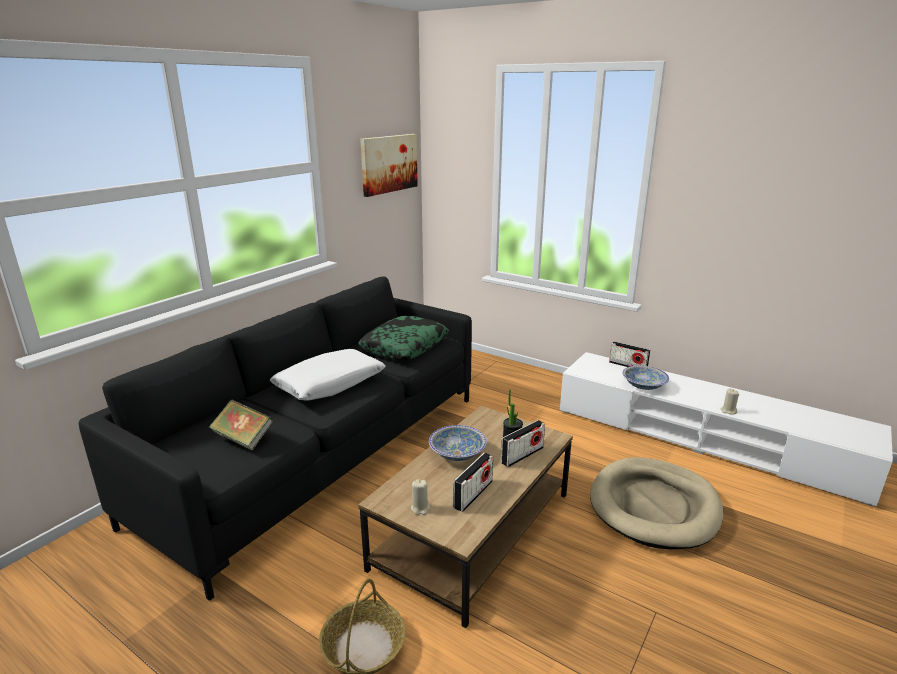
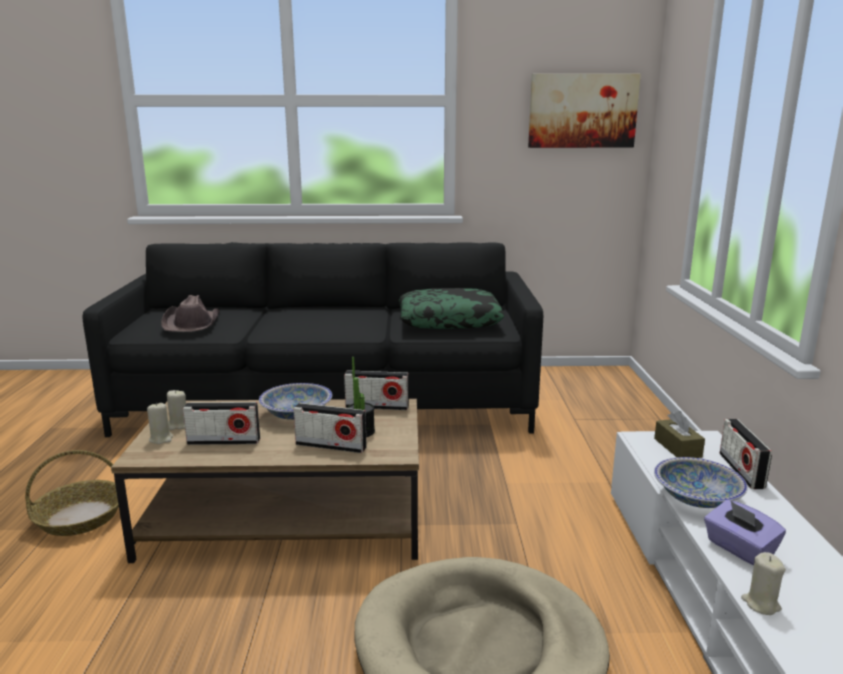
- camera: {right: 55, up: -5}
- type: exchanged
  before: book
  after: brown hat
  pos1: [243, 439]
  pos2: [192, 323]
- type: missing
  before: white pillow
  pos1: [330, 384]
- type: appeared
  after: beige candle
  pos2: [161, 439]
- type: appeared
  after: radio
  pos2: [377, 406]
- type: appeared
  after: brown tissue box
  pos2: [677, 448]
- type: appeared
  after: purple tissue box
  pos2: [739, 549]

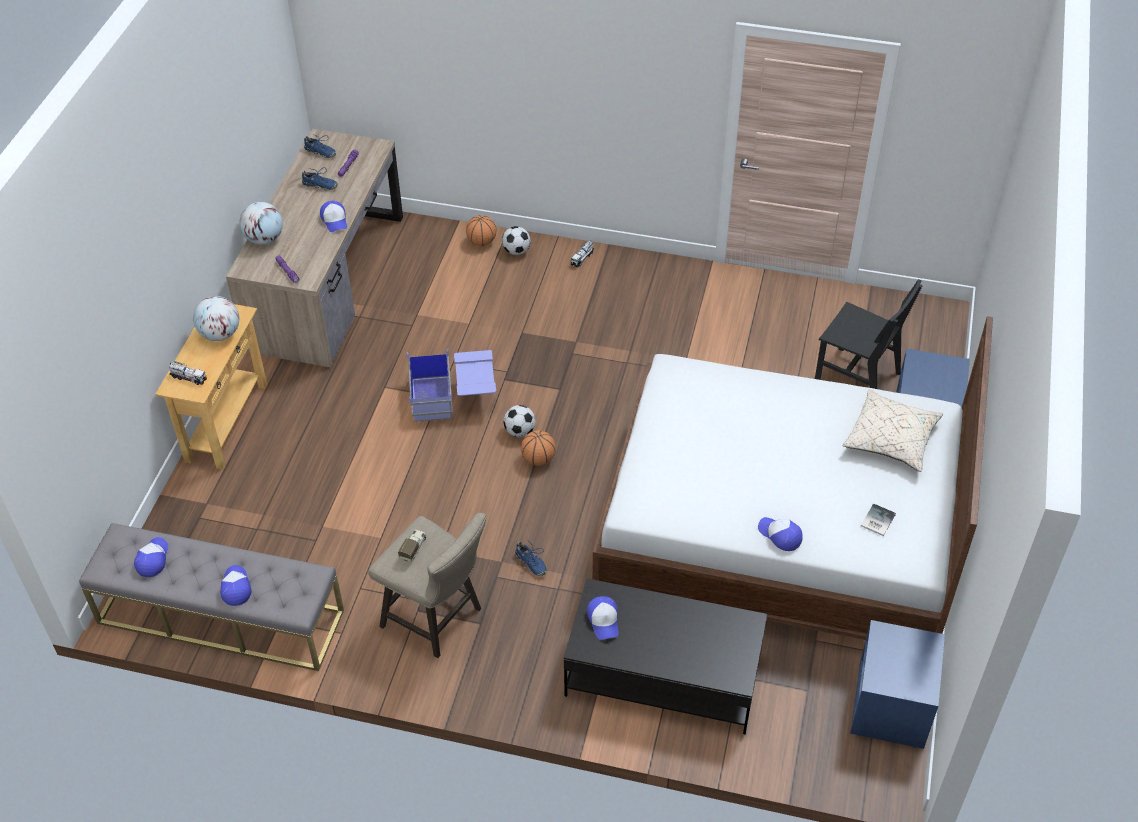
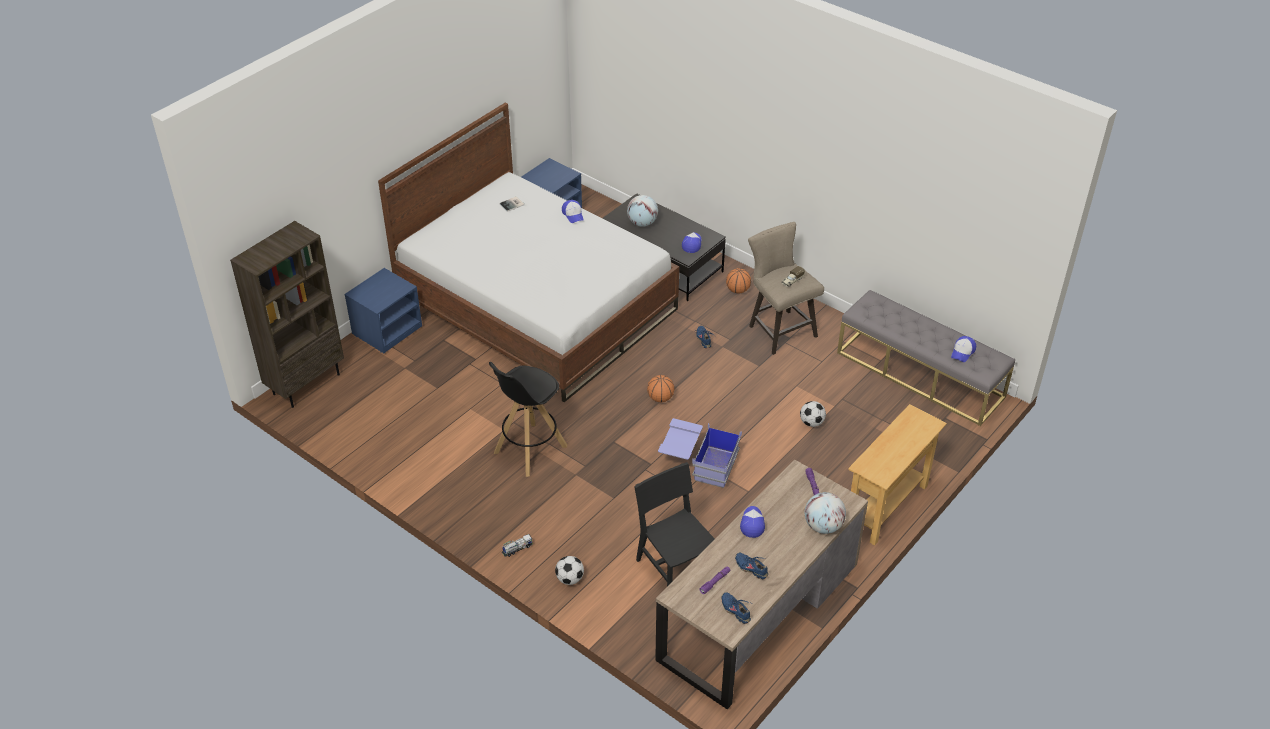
- camera: {right: -155, up: -5}
- type: missing
  before: toy truck
  pos1: [188, 378]
- type: relocated
  before: globe
  pos1: [220, 334]
  pos2: [642, 223]
- type: missing
  before: cap
  pos1: [235, 587]
- type: relocated
  before: basketball
  pos1: [481, 242]
  pos2: [738, 290]
- type: relocated
  before: football
  pos1: [519, 431]
  pos2: [811, 423]
- type: relocated
  before: black chair
  pos1: [857, 378]
  pos2: [675, 569]
- type: missing
  before: beige pillow
  pos1: [891, 438]
- type: appeared
  after: brown bookcase
  pos2: [306, 383]
- type: appeared
  after: black stool
  pos2: [529, 450]

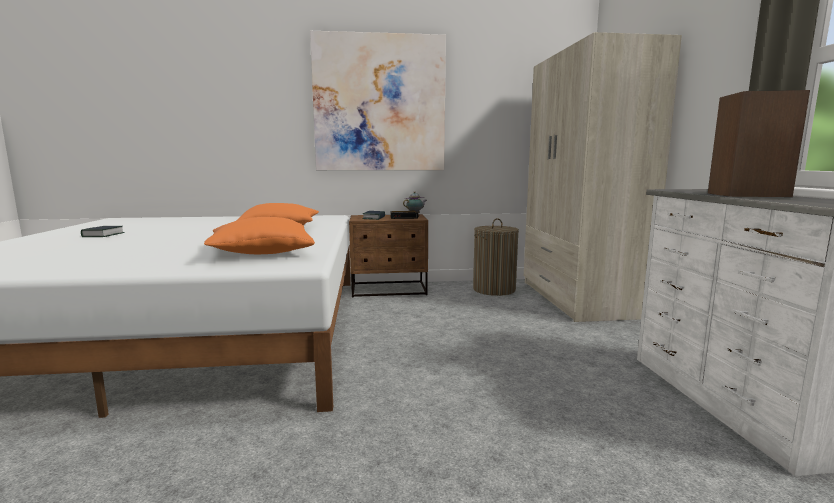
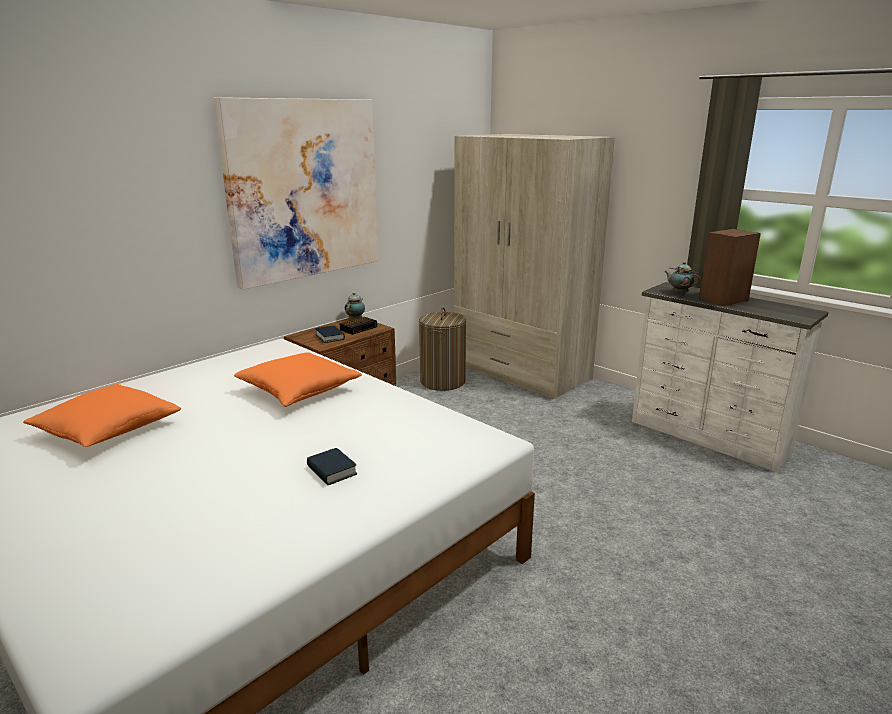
- camera: {right: -40, up: 10}
- type: relocated
  before: book
  pos1: [103, 235]
  pos2: [332, 471]
- type: relocated
  before: orange pillow
  pos1: [261, 252]
  pos2: [107, 431]
- type: appeared
  after: teapot
  pos2: [679, 293]

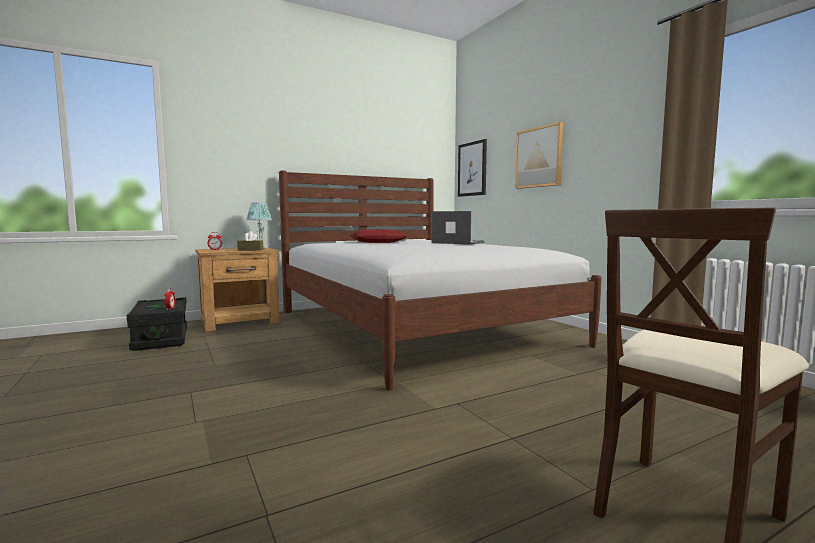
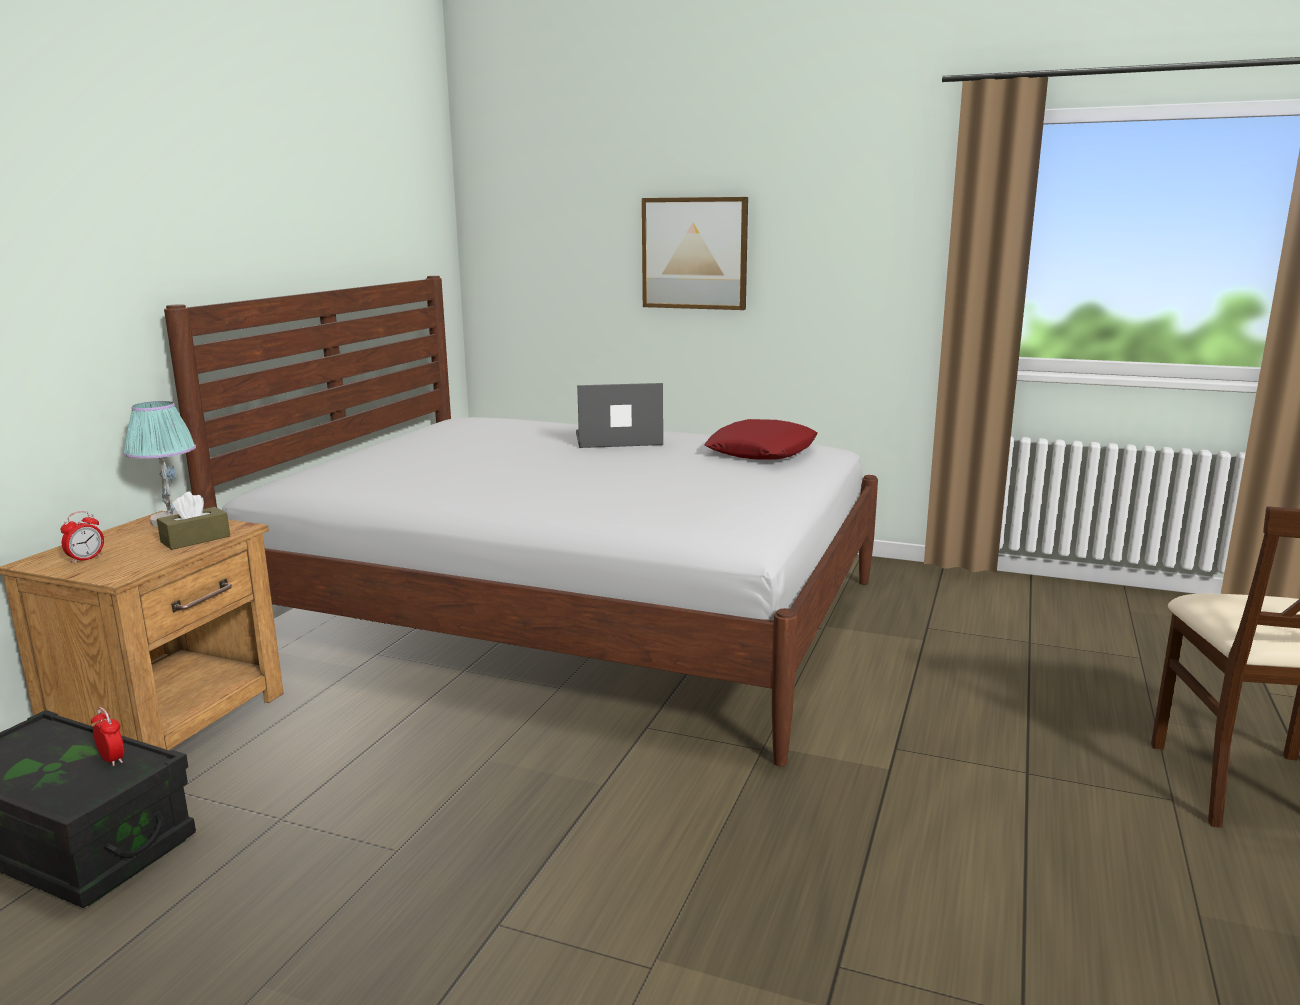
- camera: {right: -40, up: 10}
- type: relocated
  before: red pillow
  pos1: [378, 242]
  pos2: [761, 451]
- type: missing
  before: picture
  pos1: [472, 169]

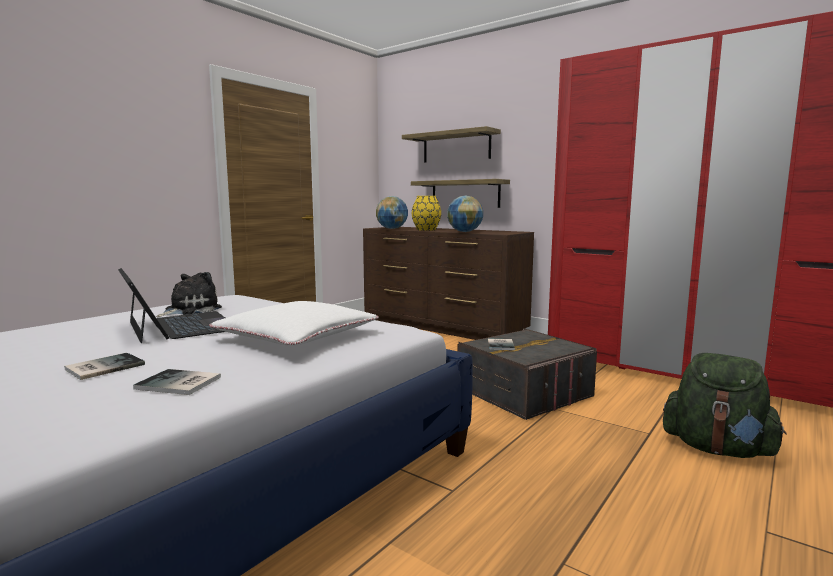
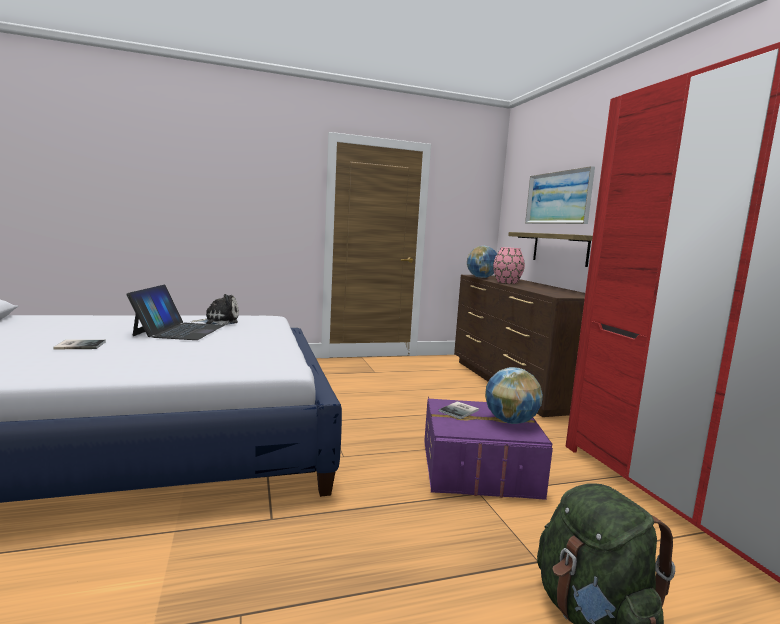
- camera: {right: 35, up: 0}
- type: missing
  before: book
  pos1: [178, 384]
- type: missing
  before: white pillow
  pos1: [297, 336]
- type: exchanged
  before: shelf
  after: picture
  pos1: [456, 147]
  pos2: [558, 198]
- type: colour
  before: yellow vase
  after: pink vase
  pos1: [426, 230]
  pos2: [506, 282]
- type: relocated
  before: globe
  pos1: [464, 232]
  pos2: [510, 421]
- type: colour
  before: grey storage box
  after: purple storage box
  pos1: [523, 392]
  pos2: [478, 468]

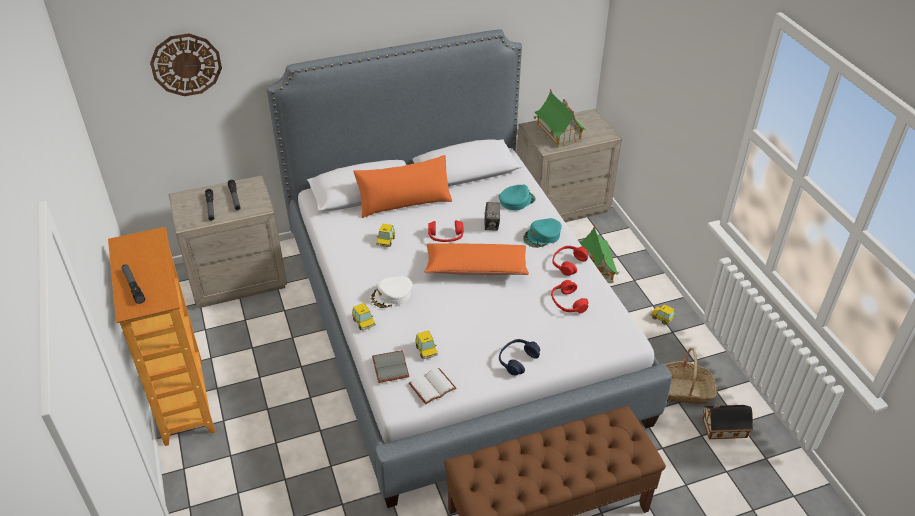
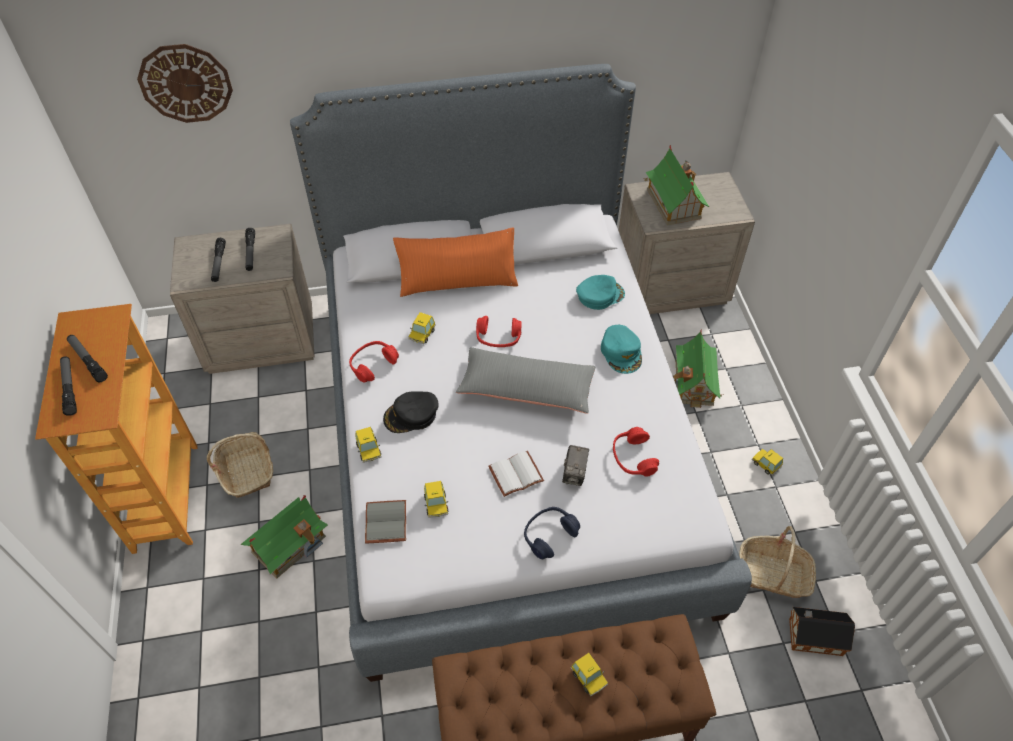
- camera: {right: 10, up: 10}
- type: colour
  before: white cap
  after: black cap
  pos1: [391, 295]
  pos2: [411, 415]
- type: relocated
  before: white book
  pos1: [432, 388]
  pos2: [515, 475]
- type: colour
  before: orange pillow
  after: grey pillow
  pos1: [476, 268]
  pos2: [526, 389]
- type: relocated
  before: photo camera
  pos1: [491, 225]
  pos2: [574, 474]
- type: spun
  before: turquoise cap
  pos1: [542, 236]
  pos2: [621, 352]
  turn: -75
- type: relocated
  before: red headphones
  pos1: [568, 264]
  pos2: [373, 365]
- type: appeared
  after: flashlight
  pos2: [88, 361]
- type: appeared
  after: basket
  pos2: [247, 471]
- type: appeared
  after: toy house
  pos2: [289, 543]
- type: appeared
  after: toy car
  pos2: [589, 677]

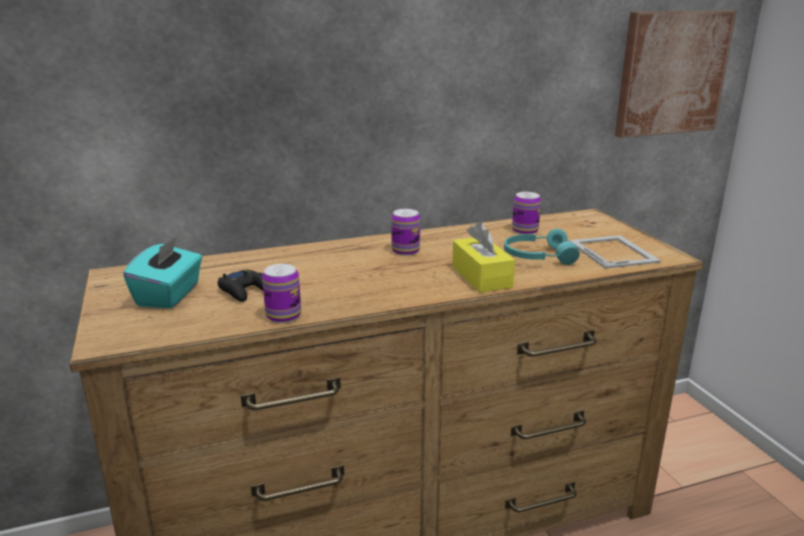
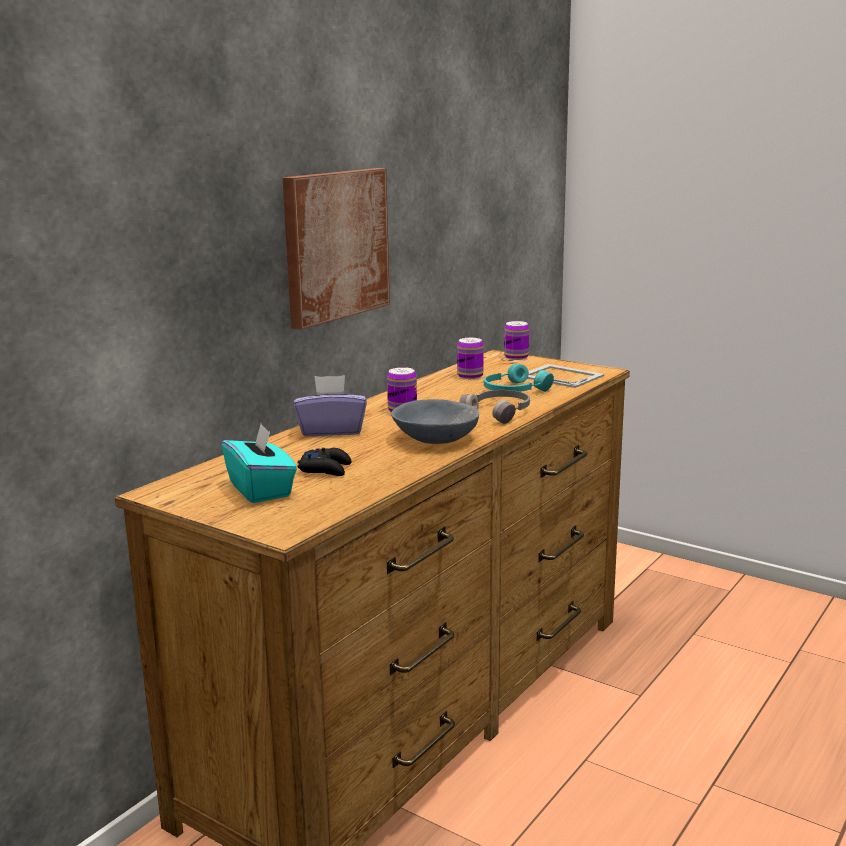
- camera: {right: -35, up: -5}
- type: relocated
  before: can
  pos1: [283, 316]
  pos2: [516, 357]
- type: exchanged
  before: yellow tissue box
  after: grey headphones
  pos1: [481, 277]
  pos2: [499, 413]
- type: relocated
  before: picture
  pos1: [671, 73]
  pos2: [335, 245]
- type: appeared
  after: purple tissue box
  pos2: [331, 430]
- type: appeared
  after: grey bowl
  pos2: [434, 439]

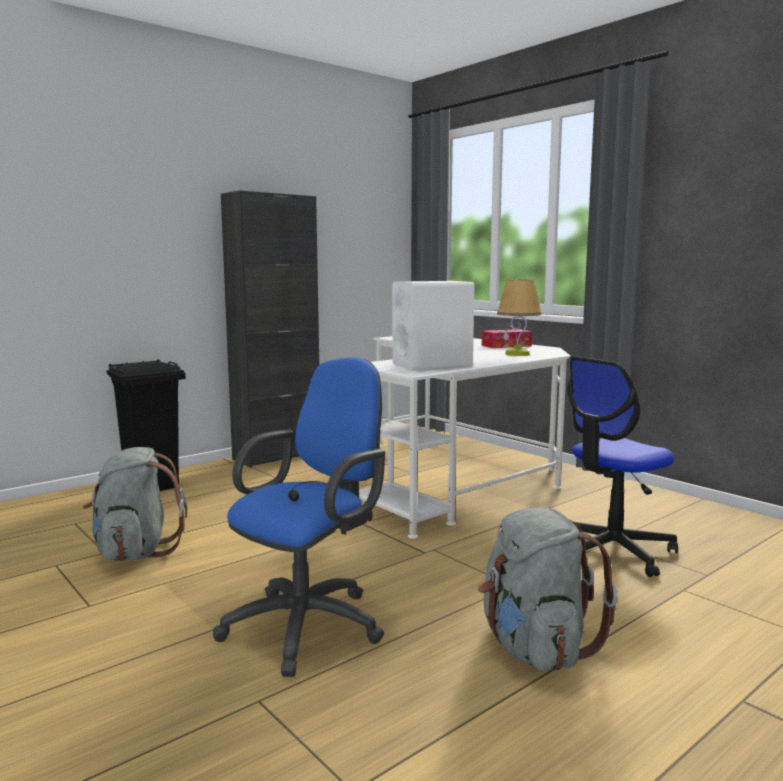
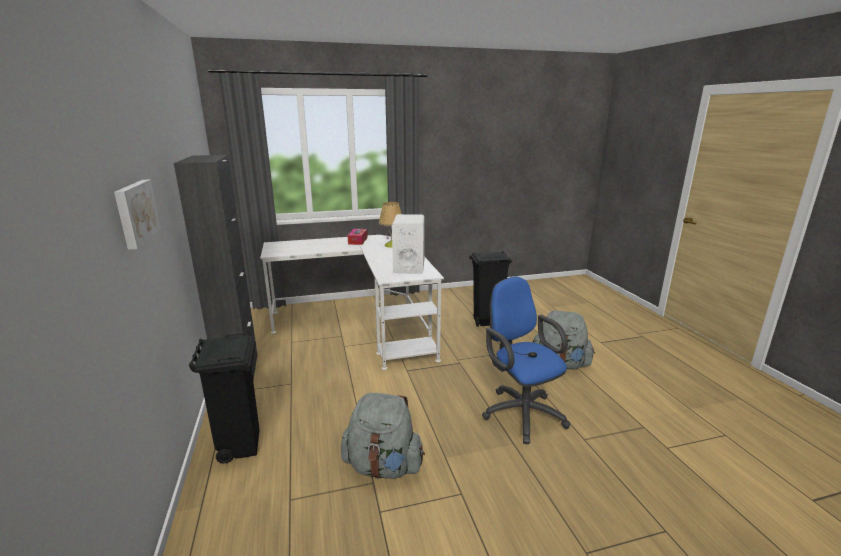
- camera: {right: -65, up: 10}
- type: exchanged
  before: office chair
  after: black trash can
  pos1: [611, 550]
  pos2: [486, 322]
- type: appeared
  after: picture
  pos2: [135, 212]

